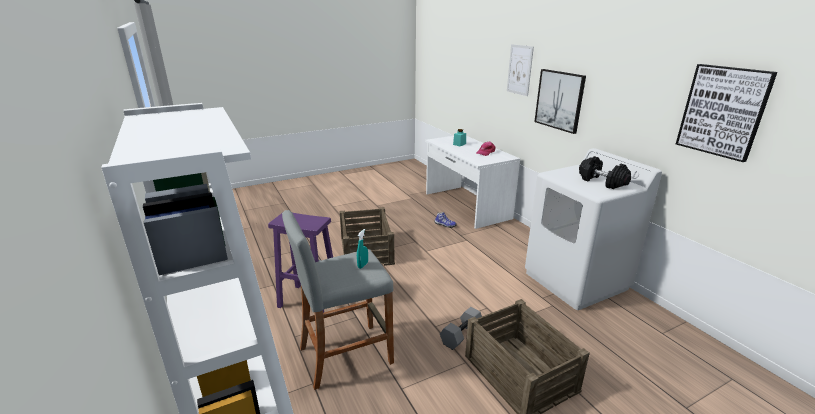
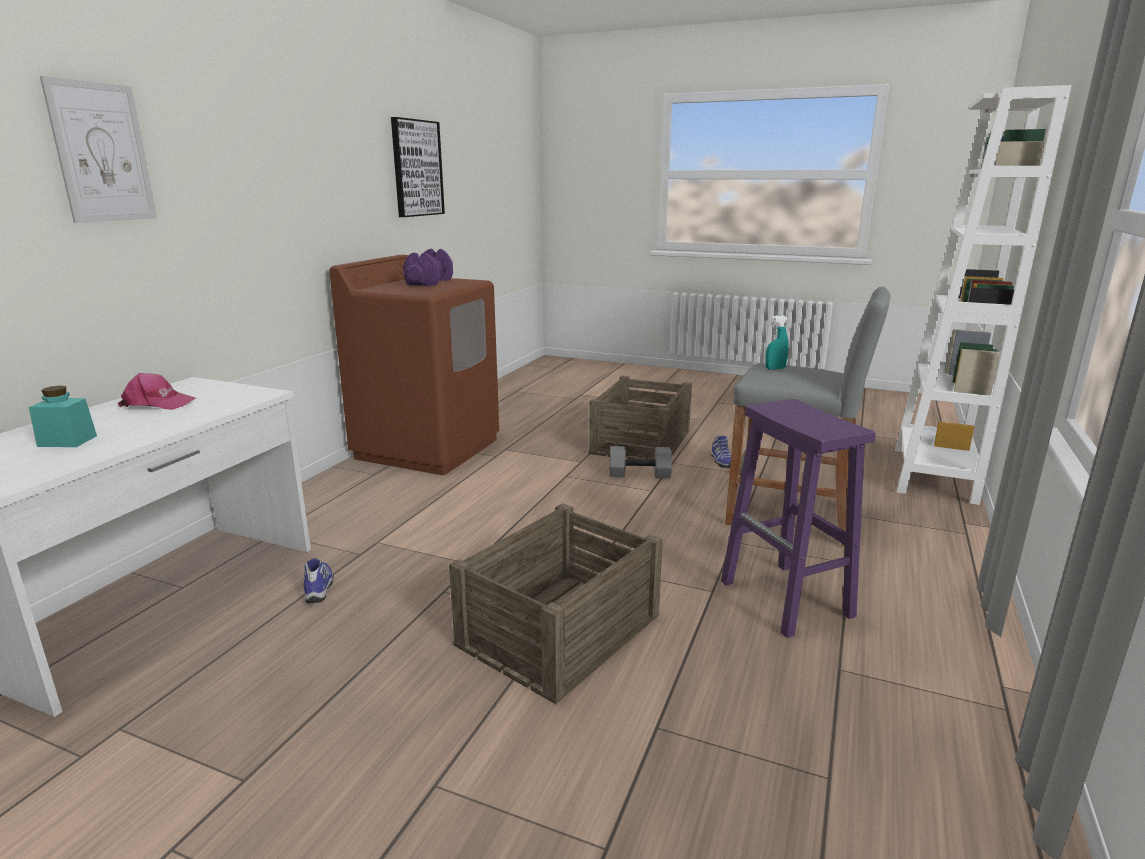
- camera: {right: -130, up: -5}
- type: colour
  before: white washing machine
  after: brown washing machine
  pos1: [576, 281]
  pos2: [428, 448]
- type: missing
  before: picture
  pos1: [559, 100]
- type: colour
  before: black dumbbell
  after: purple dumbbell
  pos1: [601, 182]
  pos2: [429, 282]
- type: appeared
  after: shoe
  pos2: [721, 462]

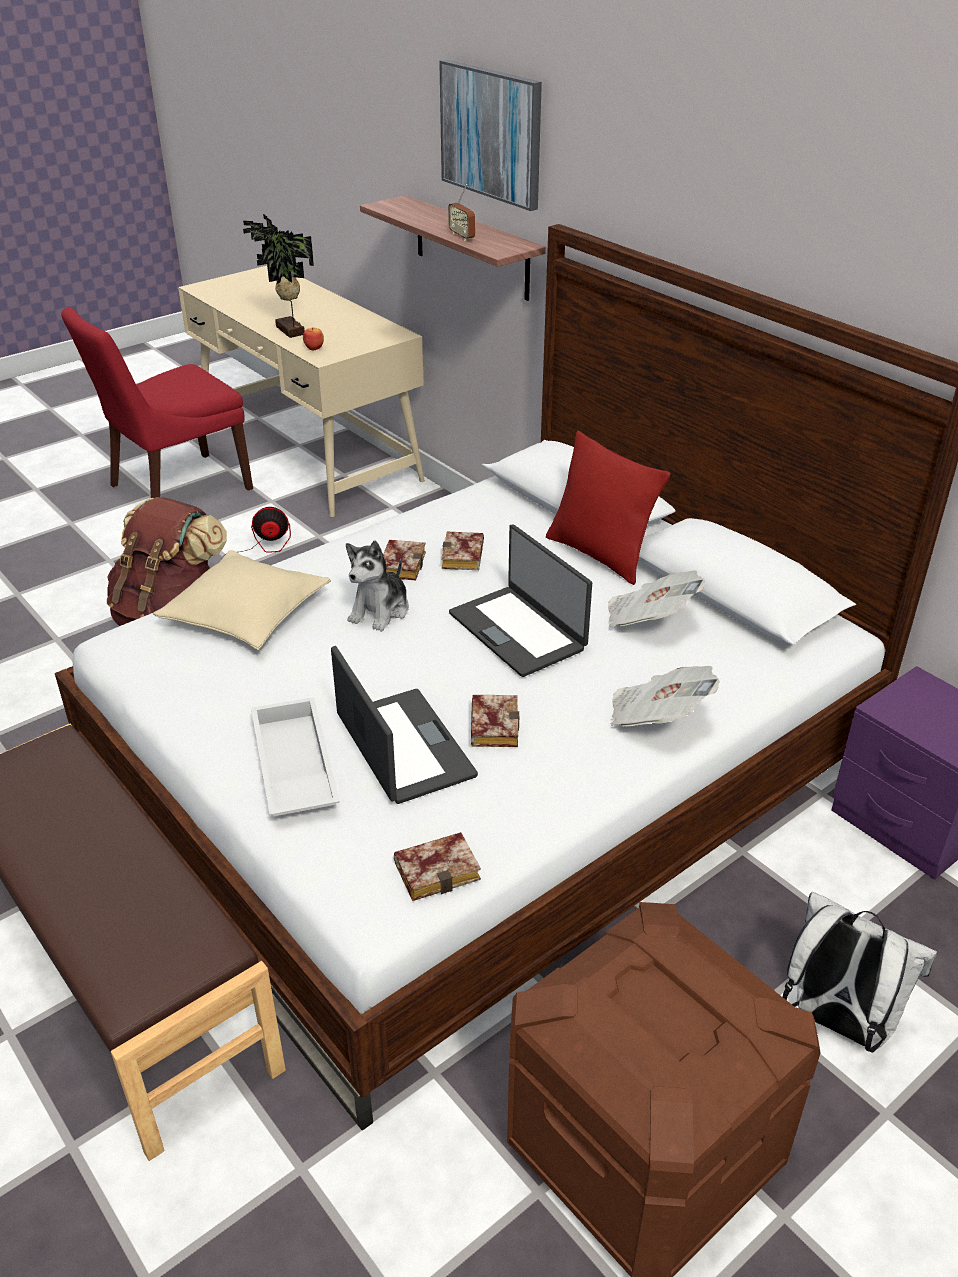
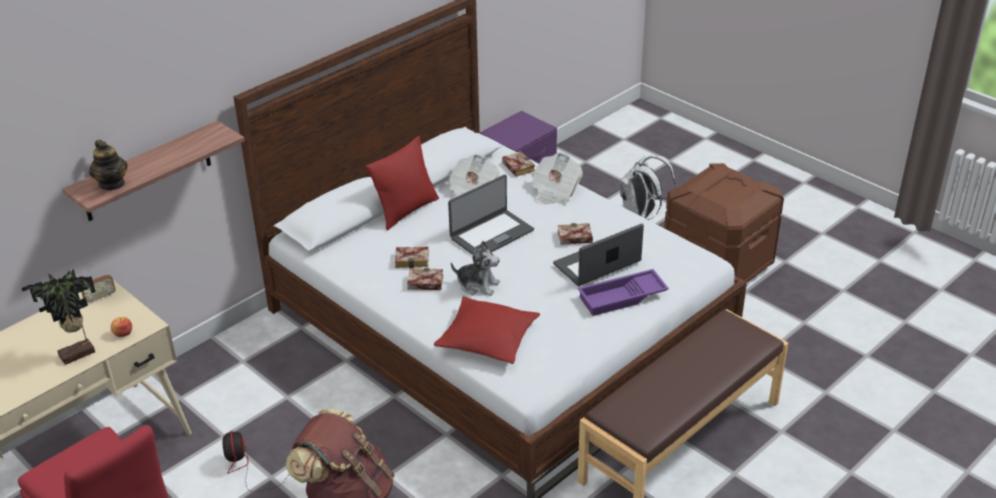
- camera: {right: -95, up: 0}
- type: colour
  before: beige pillow
  after: red pillow
  pos1: [246, 613]
  pos2: [487, 339]
- type: colour
  before: white tray
  after: purple tray
  pos1: [292, 767]
  pos2: [622, 298]
- type: relocated
  before: book
  pos1: [439, 869]
  pos2: [516, 166]
- type: missing
  before: picture
  pos1: [491, 133]
- type: relocated
  before: radio
  pos1: [462, 236]
  pos2: [100, 297]
- type: appeared
  after: teapot
  pos2: [112, 184]

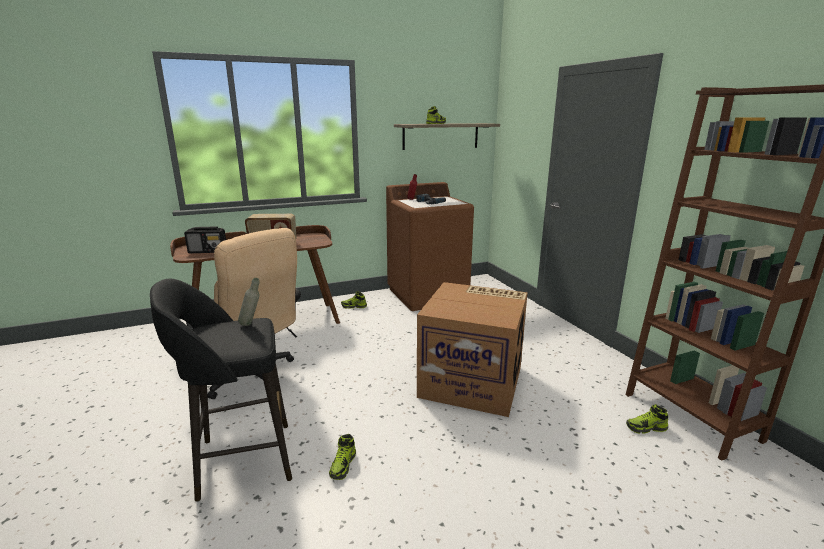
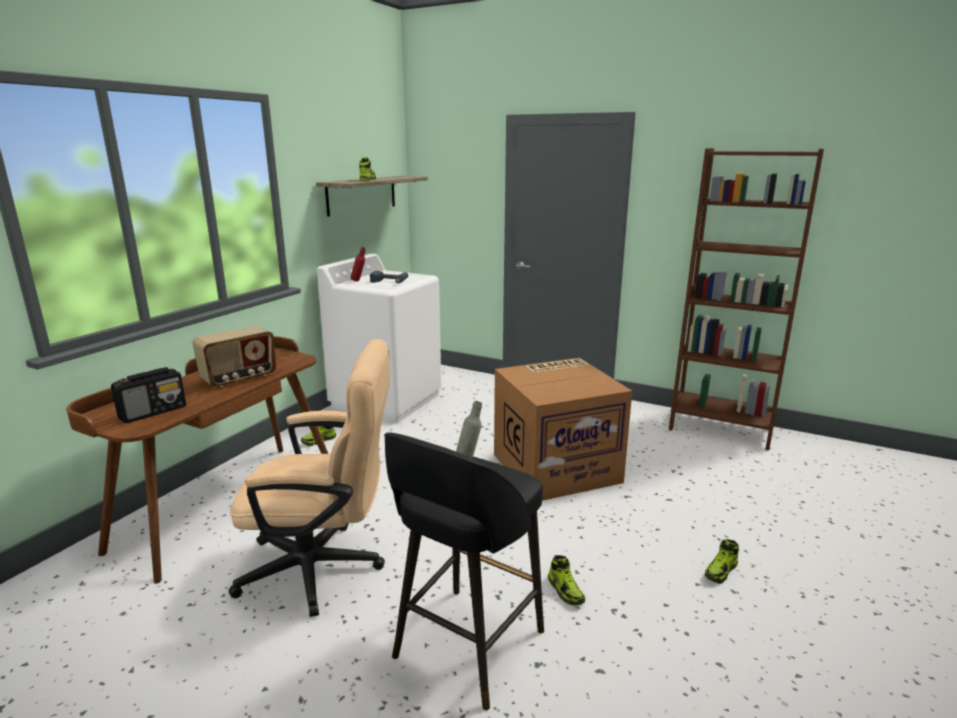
- camera: {right: -40, up: 0}
- type: colour
  before: brown washing machine
  after: white washing machine
  pos1: [428, 295]
  pos2: [387, 400]
- type: relocated
  before: shoe
  pos1: [646, 428]
  pos2: [721, 571]

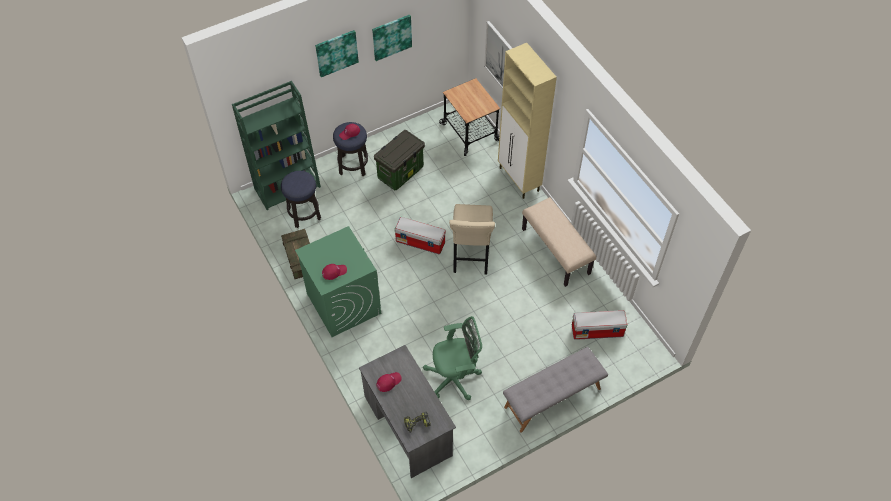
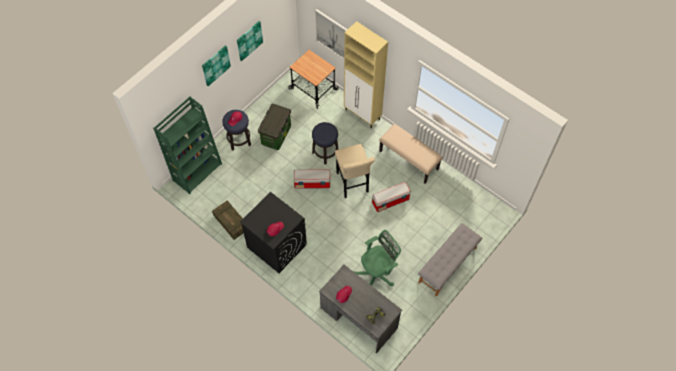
- camera: {right: -20, up: 5}
- type: relocated
  before: stool
  pos1: [304, 214]
  pos2: [325, 152]
- type: colour
  before: green washing machine
  after: black washing machine
  pos1: [343, 303]
  pos2: [276, 246]
- type: relocated
  before: storage box
  pos1: [597, 330]
  pos2: [390, 200]

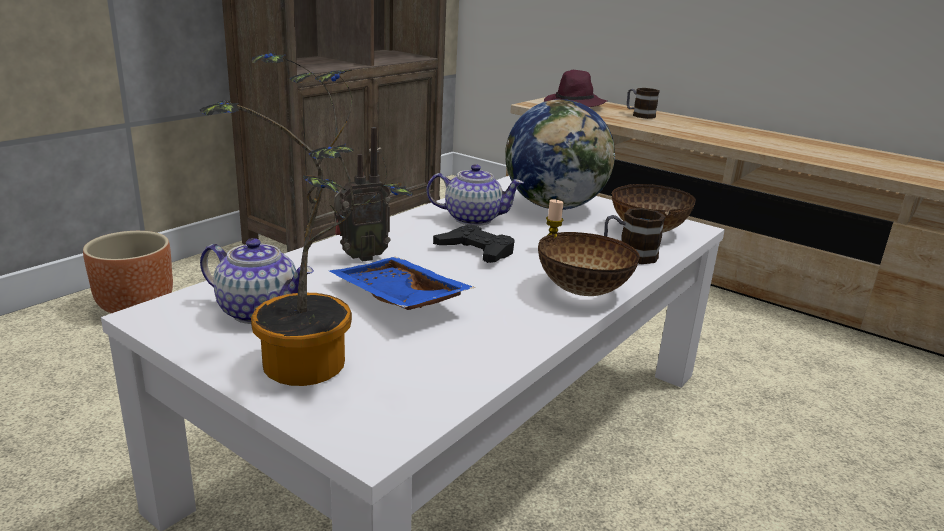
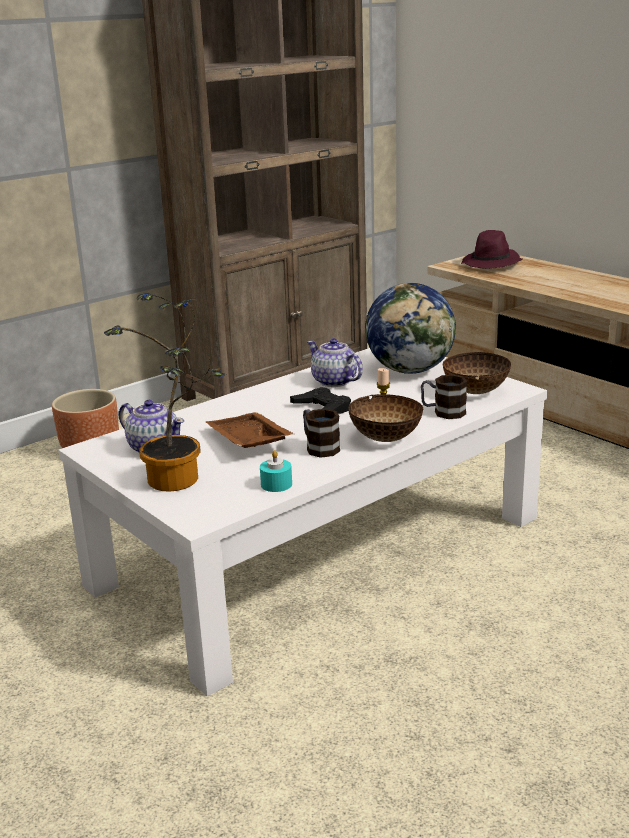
- camera: {right: 15, up: 0}
- type: colour
  before: blue tray
  after: brown tray
  pos1: [396, 299]
  pos2: [247, 442]
- type: missing
  before: radio
  pos1: [360, 257]
- type: spun
  before: teapot
  pos1: [472, 219]
  pos2: [334, 381]
  turn: -150
- type: relocated
  before: mug
  pos1: [639, 115]
  pos2: [319, 447]
- type: appeared
  after: turquoise candle
  pos2: [276, 484]

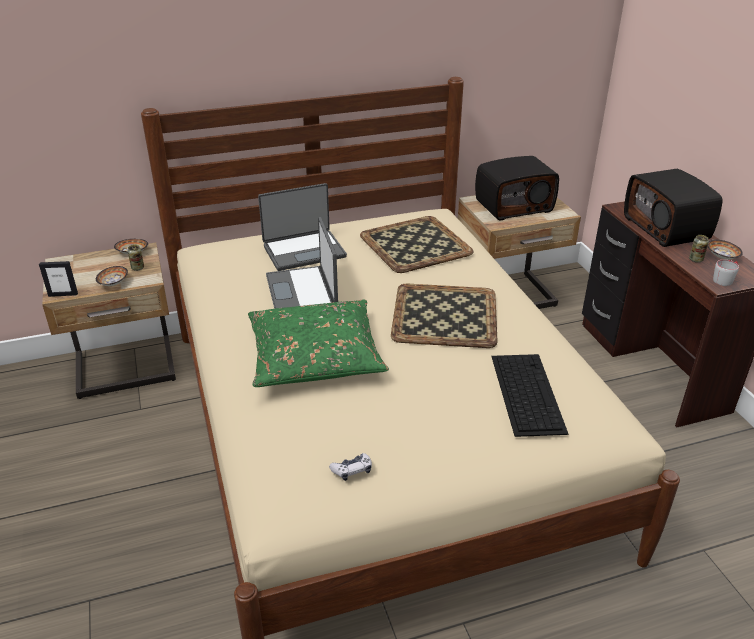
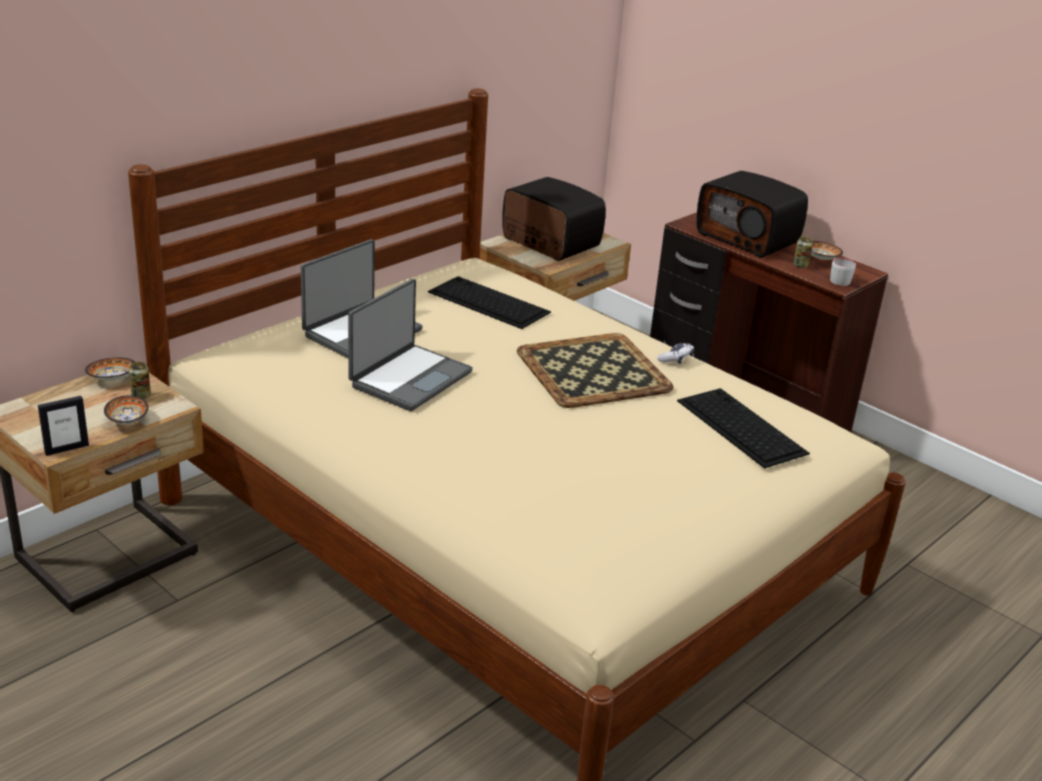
- camera: {right: -30, up: -5}
- type: missing
  before: green pillow
  pos1: [315, 356]
- type: spun
  before: laptop
  pos1: [303, 292]
  pos2: [409, 378]
  turn: -105
- type: relocated
  before: game controller
  pos1: [352, 470]
  pos2: [676, 359]
- type: exchanged
  before: tray
  after: keyboard
  pos1: [414, 244]
  pos2: [487, 302]
- type: spun
  before: radio
  pos1: [513, 206]
  pos2: [549, 243]
  turn: -90

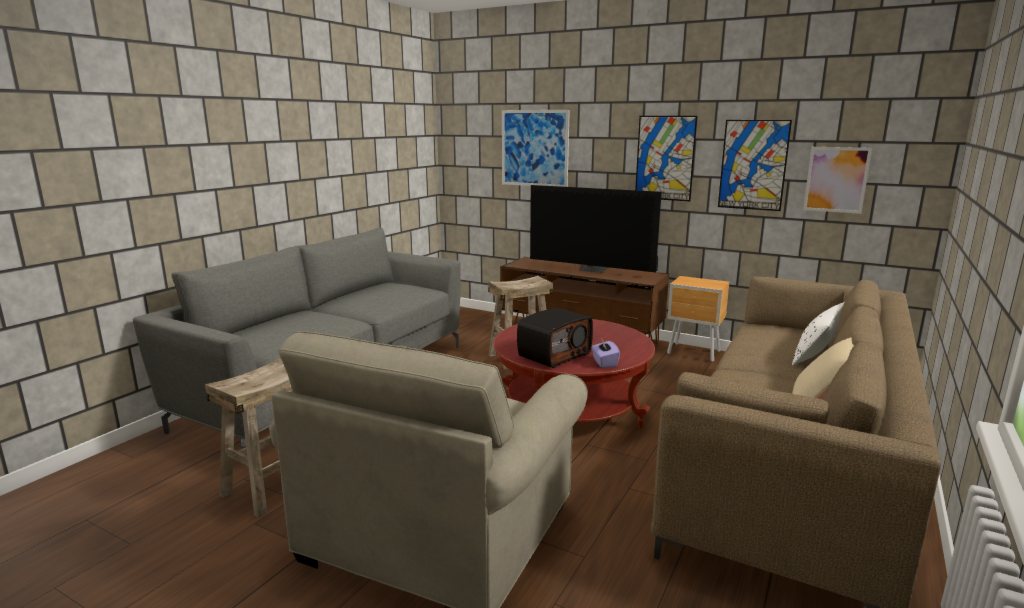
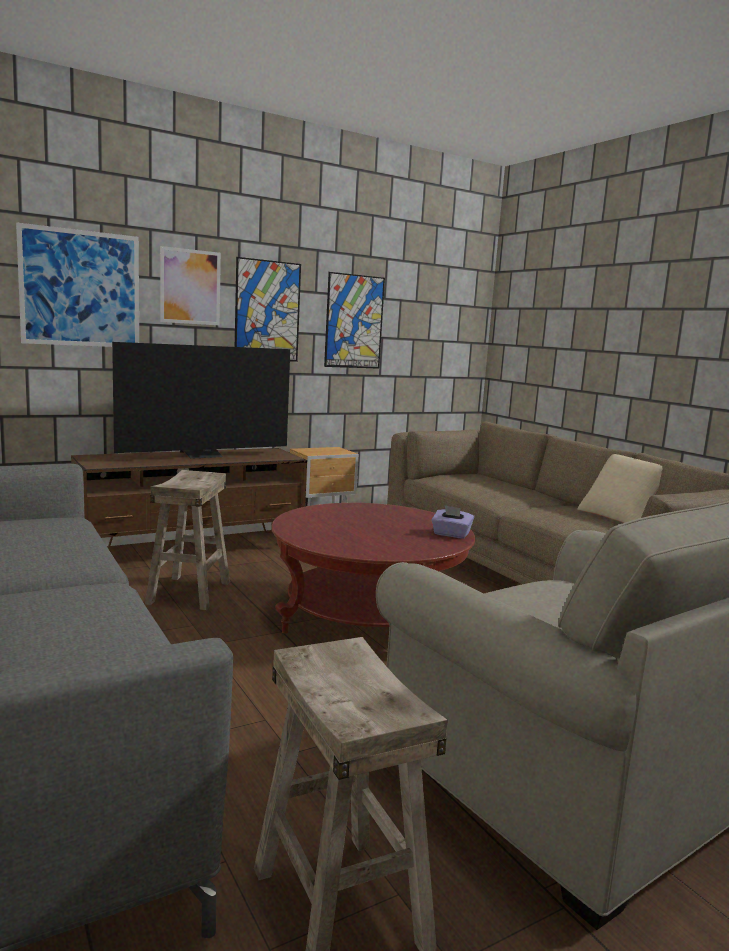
- camera: {right: -60, up: -5}
- type: missing
  before: radio
  pos1: [554, 354]
- type: missing
  before: white pillow
  pos1: [817, 353]
- type: relocated
  before: picture
  pos1: [836, 179]
  pos2: [190, 287]

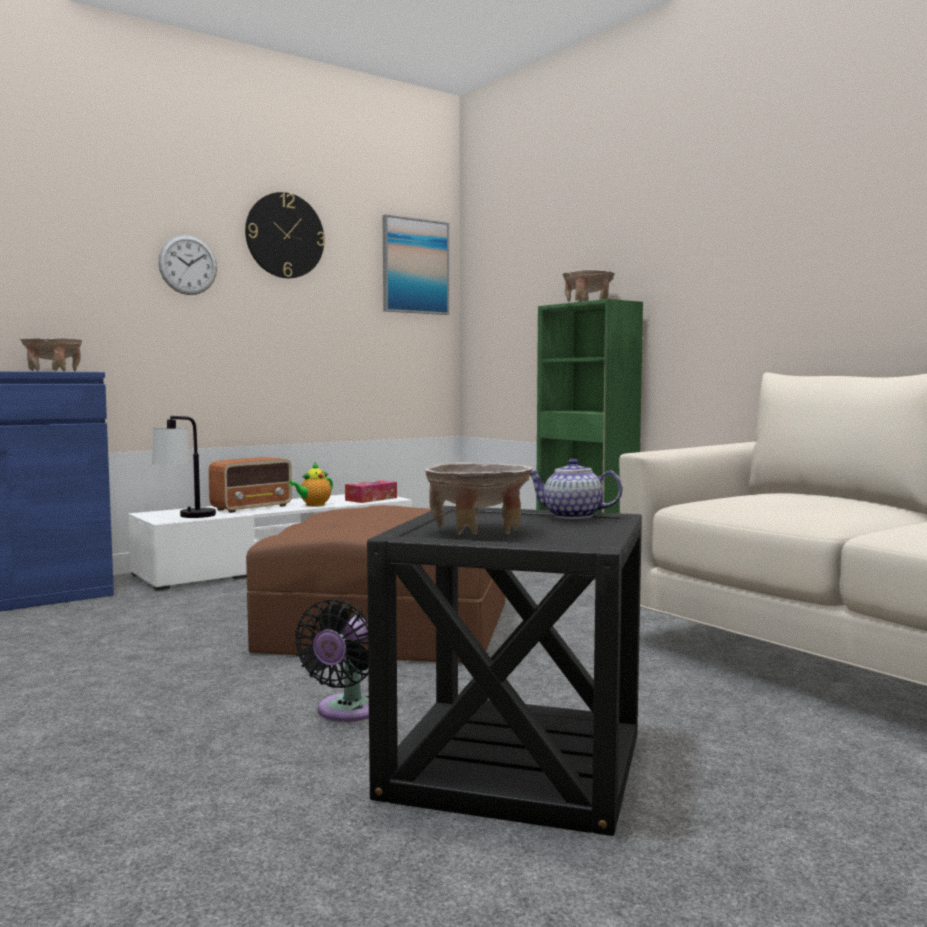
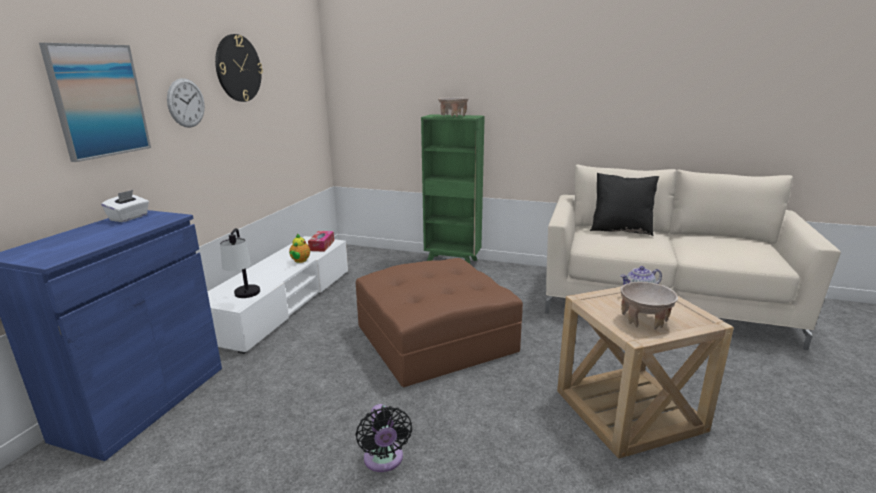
- camera: {right: -35, up: 15}
- type: exchanged
  before: beige bowl
  after: white tissue box
  pos1: [53, 371]
  pos2: [129, 218]
- type: missing
  before: radio
  pos1: [252, 508]
- type: relocated
  before: black fan
  pos1: [346, 712]
  pos2: [384, 460]
- type: colour
  before: black side table
  after: beige side table
  pos1: [514, 765]
  pos2: [629, 410]
- type: relocated
  before: picture
  pos1: [415, 266]
  pos2: [98, 101]
- type: appeared
  after: black pillow
  pos2: [621, 230]

